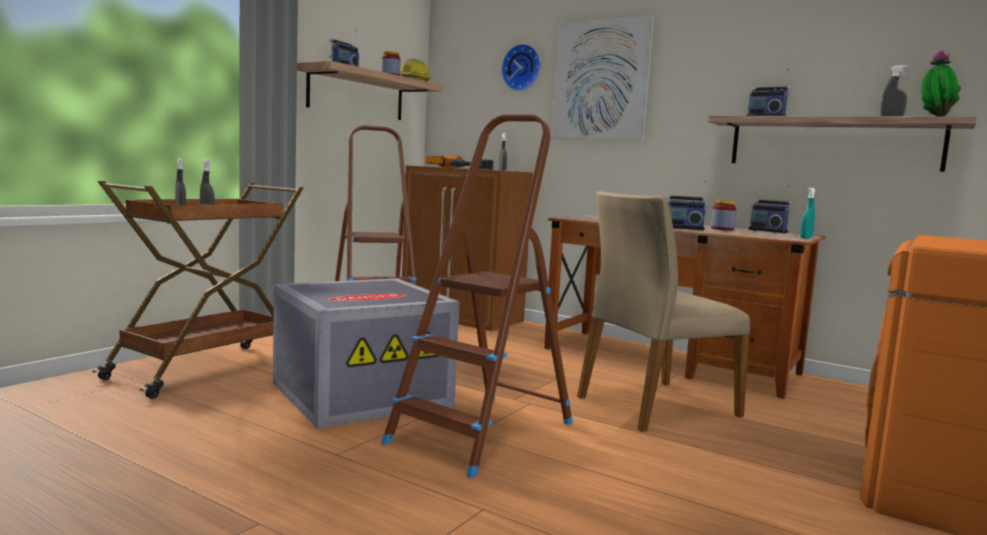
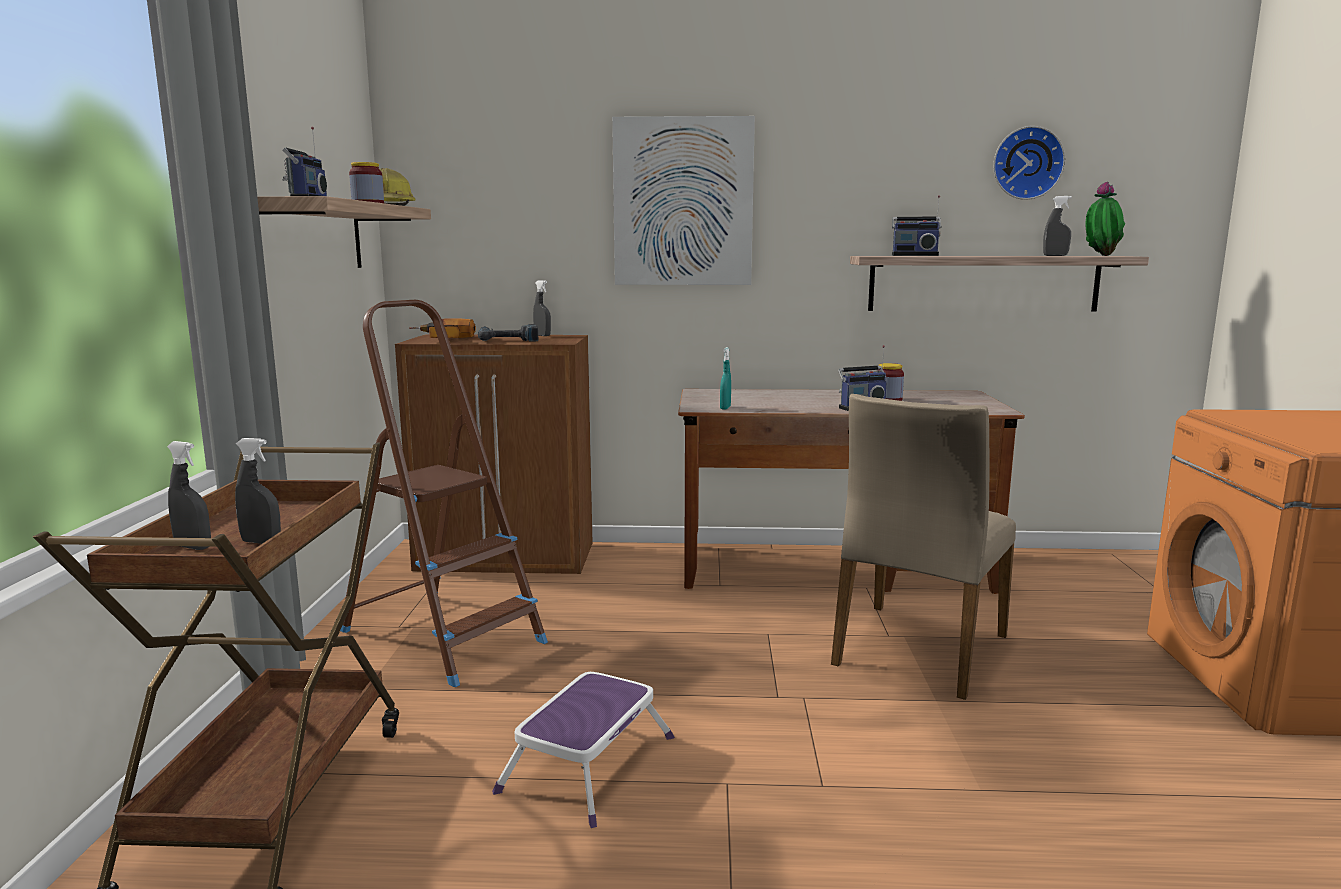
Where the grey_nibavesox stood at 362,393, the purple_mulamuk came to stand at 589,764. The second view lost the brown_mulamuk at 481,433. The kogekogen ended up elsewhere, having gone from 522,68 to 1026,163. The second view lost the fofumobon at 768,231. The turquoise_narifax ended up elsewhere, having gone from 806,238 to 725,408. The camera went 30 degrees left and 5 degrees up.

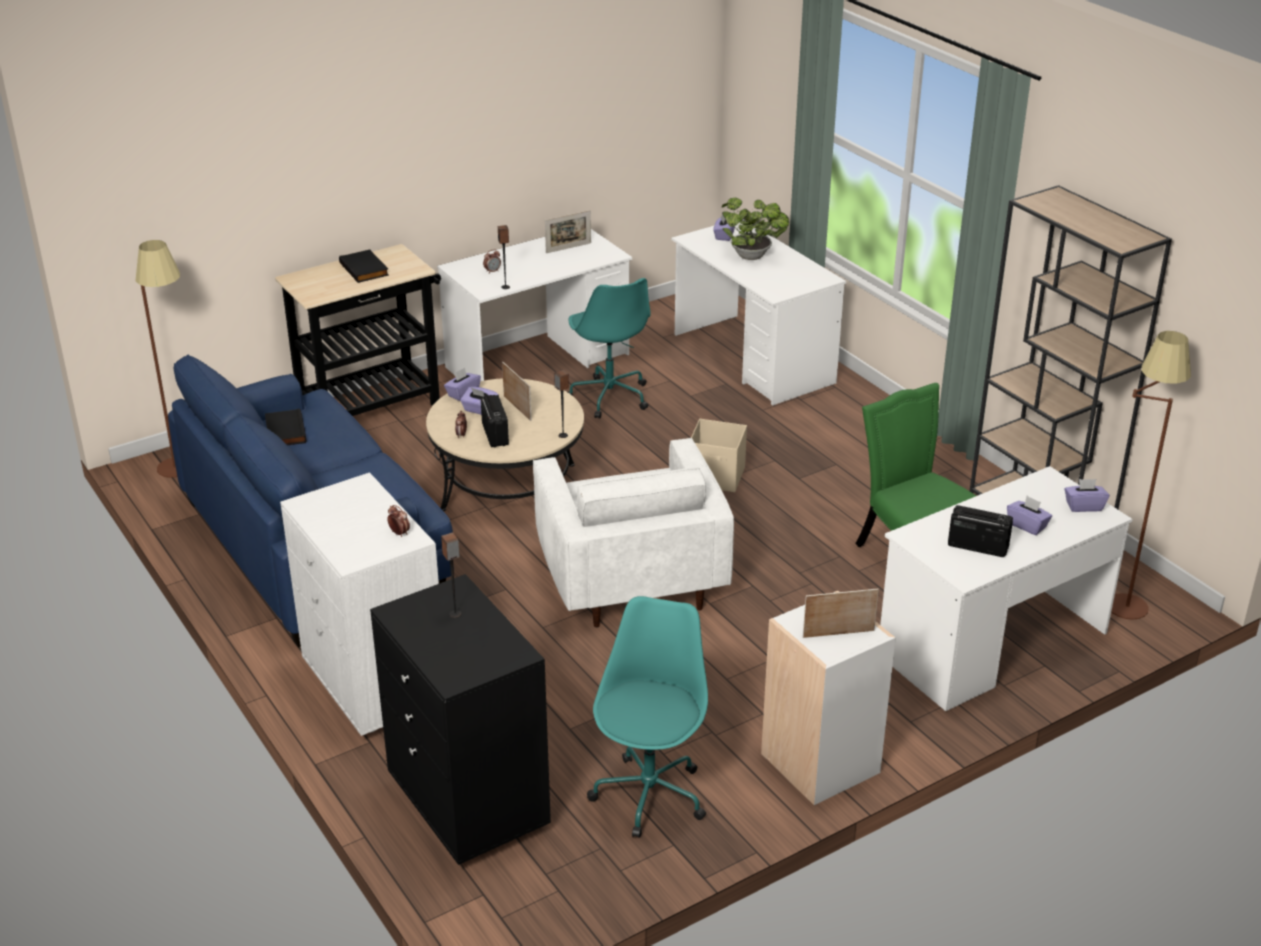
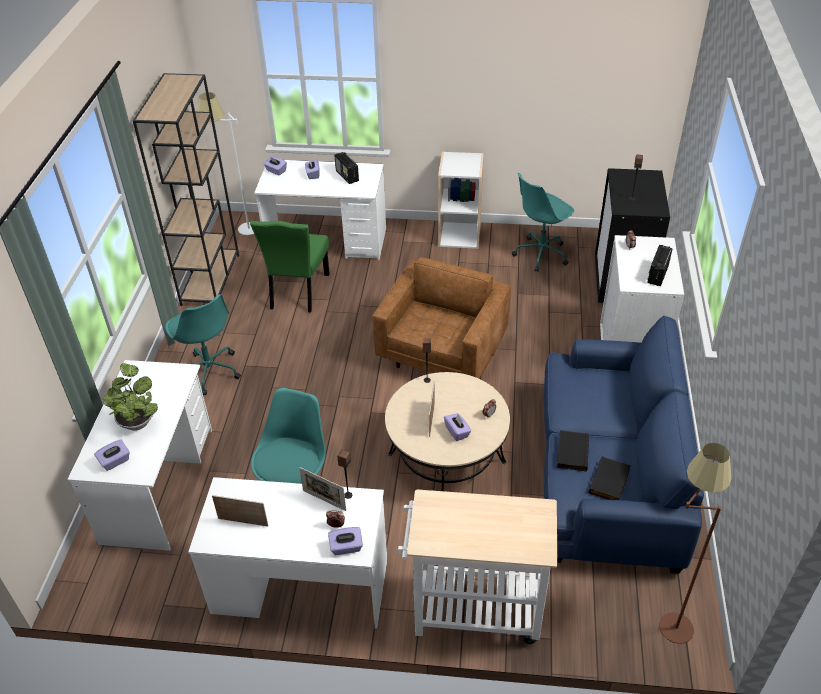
What was the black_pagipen at 372,407 turned into the white_pagipen at 475,610. The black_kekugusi ended up elsewhere, having gone from 365,269 to 571,452. The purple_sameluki ended up elsewhere, having gone from 462,393 to 346,547. The fofumobon ended up elsewhere, having gone from 495,434 to 657,275. What was the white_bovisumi at 630,578 turned into the brown_bovisumi at 443,353. The second view lost the beige_nibavesox at 717,477. The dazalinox ended up elsewhere, having gone from 838,634 to 324,500. What was the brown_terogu at 1122,595 turned into the white_terogu at 241,233. The second view gained the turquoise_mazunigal at 210,373. The camera went 140 degrees left and 10 degrees up.

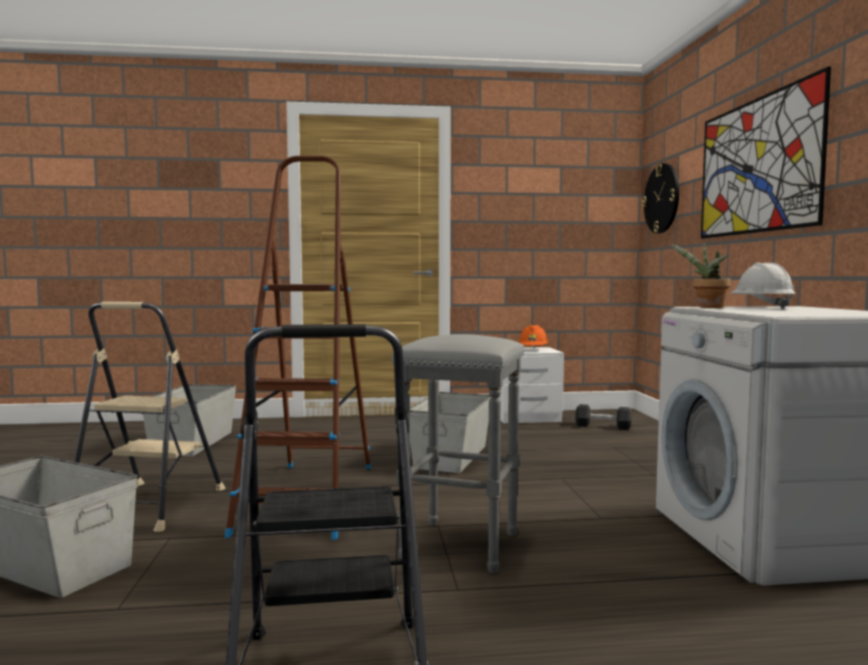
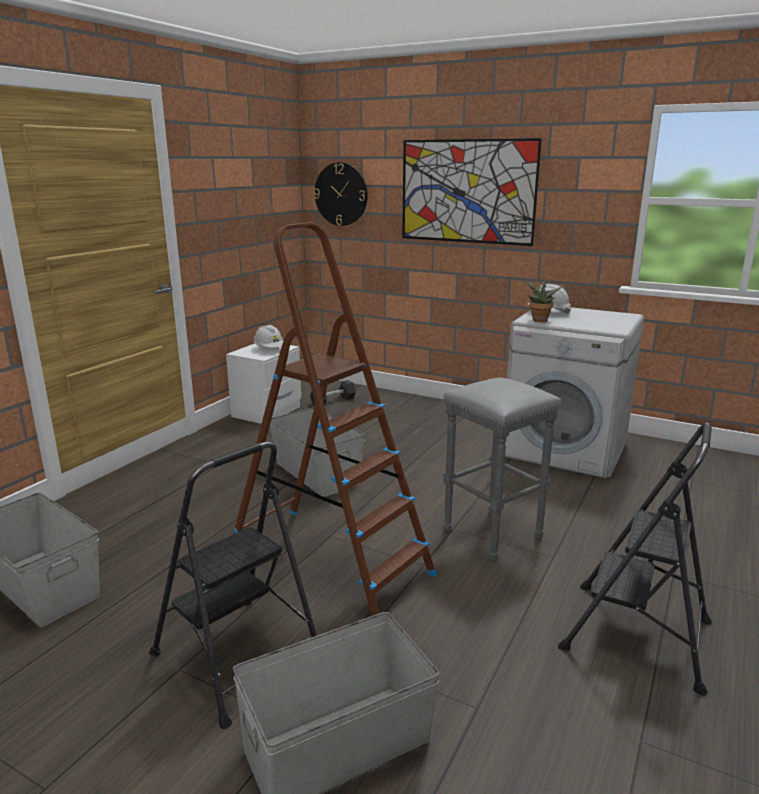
What was the beige_mulamuk at 145,506 turned into the black_mulamuk at 239,658. What was the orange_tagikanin at 533,350 turned into the white_tagikanin at 269,349. The camera went 55 degrees left and 15 degrees up.

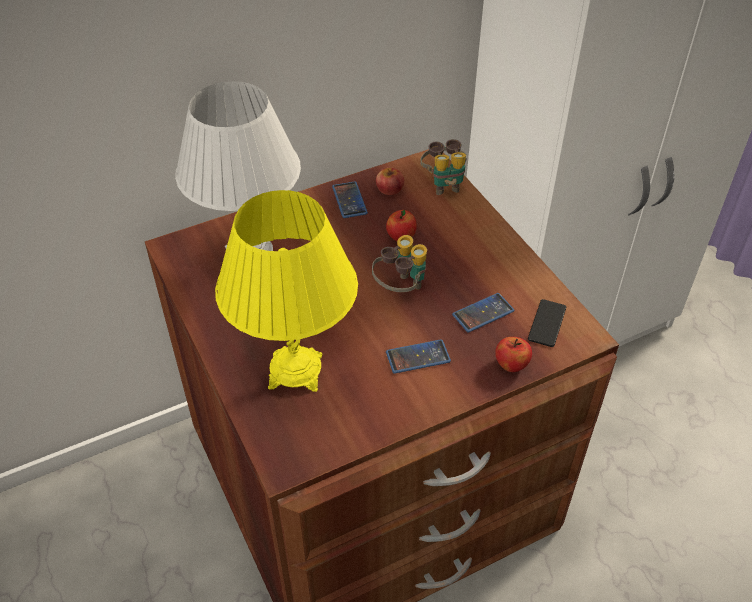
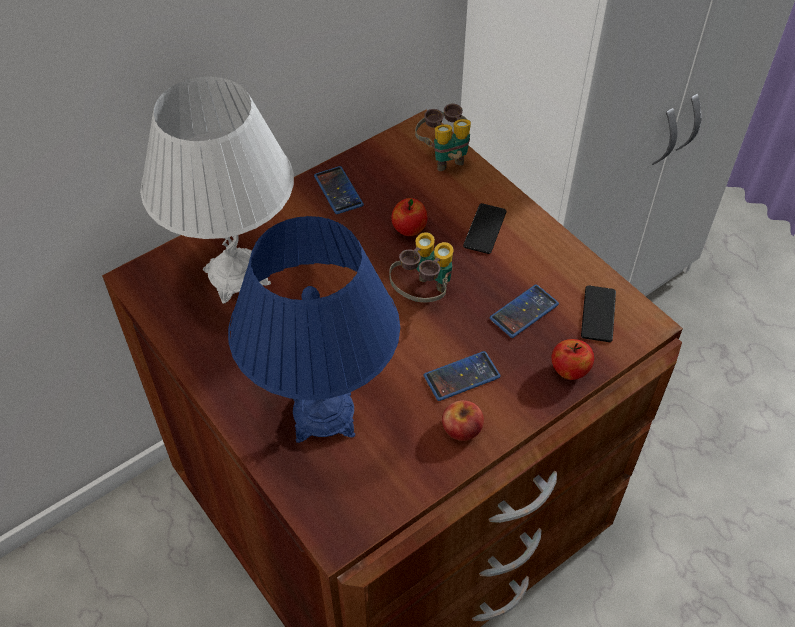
What was the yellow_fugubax at 296,371 turned into the blue_fugubax at 324,415. The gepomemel ended up elsewhere, having gone from 389,189 to 462,428. The second view gained the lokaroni at 485,229. The camera went 10 degrees left and 5 degrees up.

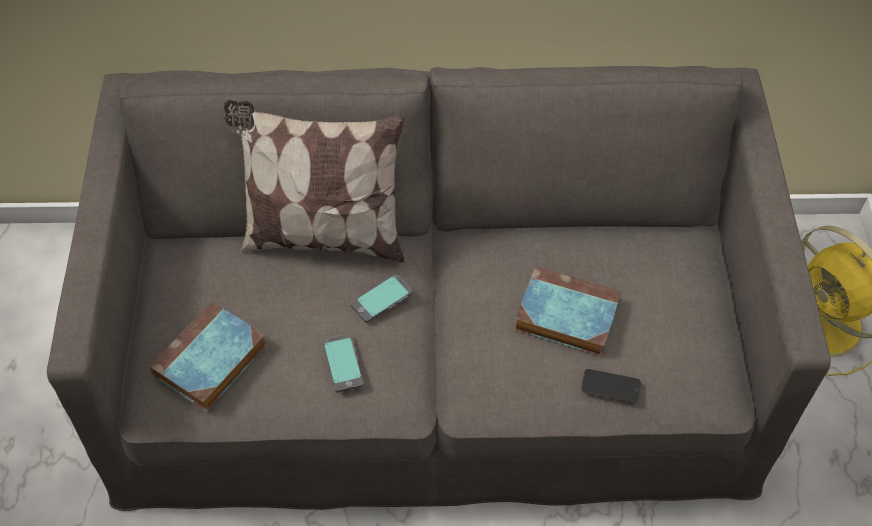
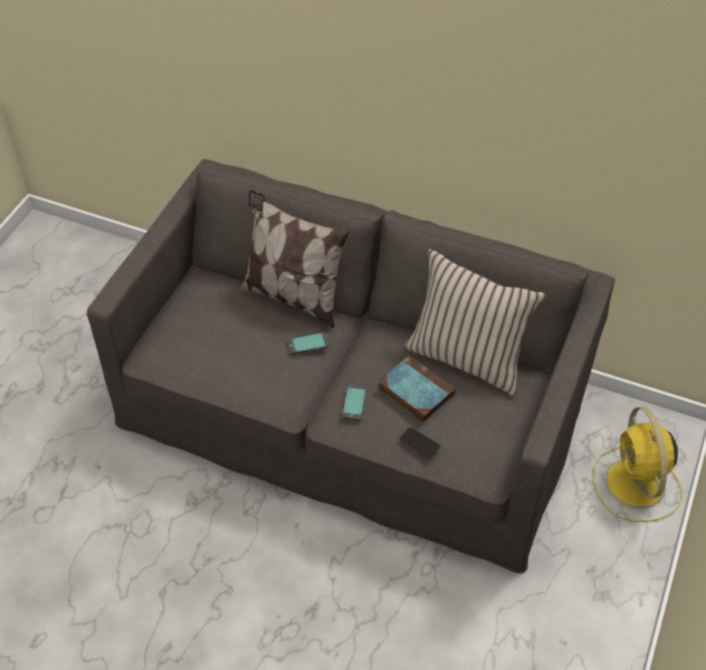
The second view lost the kekugusi at 209,362. The lokaroni ended up elsewhere, having gone from 343,363 to 354,403. The second view gained the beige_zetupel at 467,358. The camera went 25 degrees right and 5 degrees down.

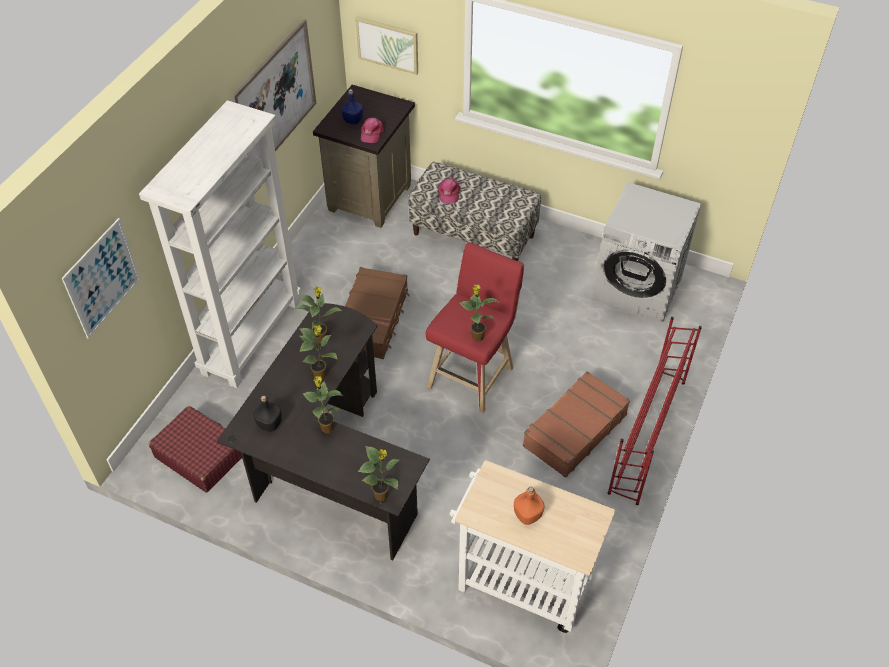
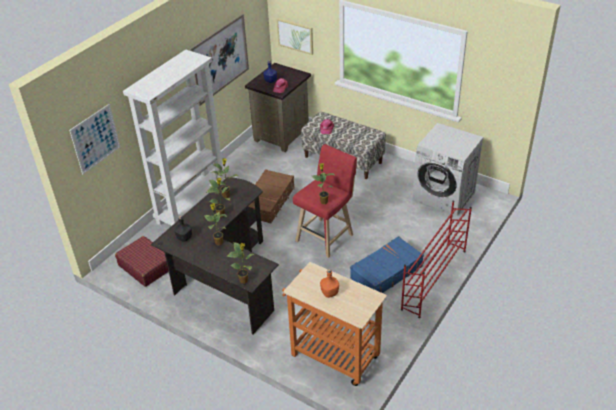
What was the white_pagipen at 522,584 turned into the orange_pagipen at 333,356. What was the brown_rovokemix at 574,430 turned into the blue_rovokemix at 386,272. The camera went 10 degrees right and 10 degrees down.

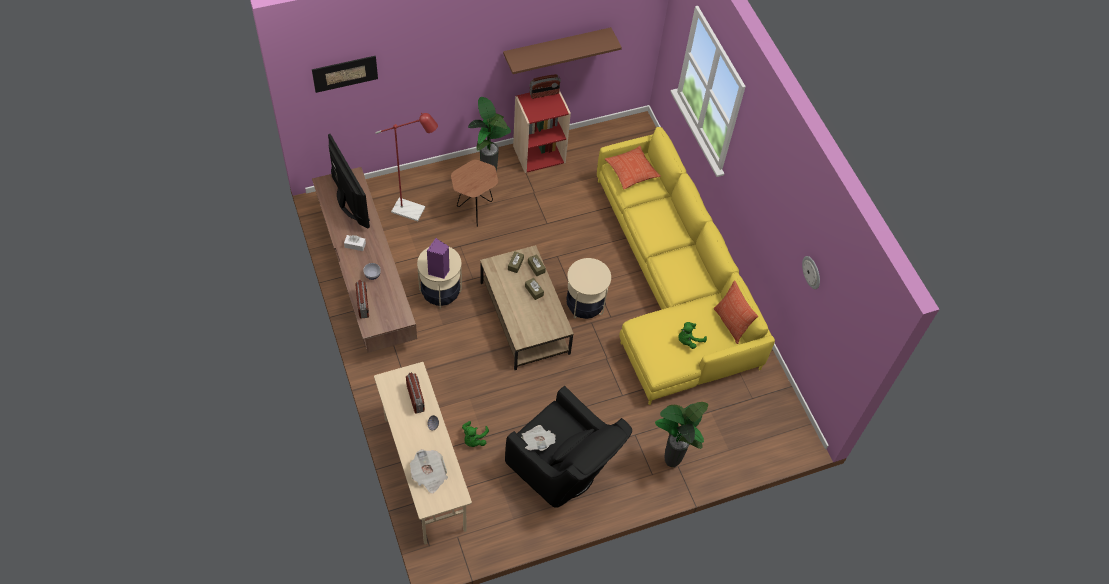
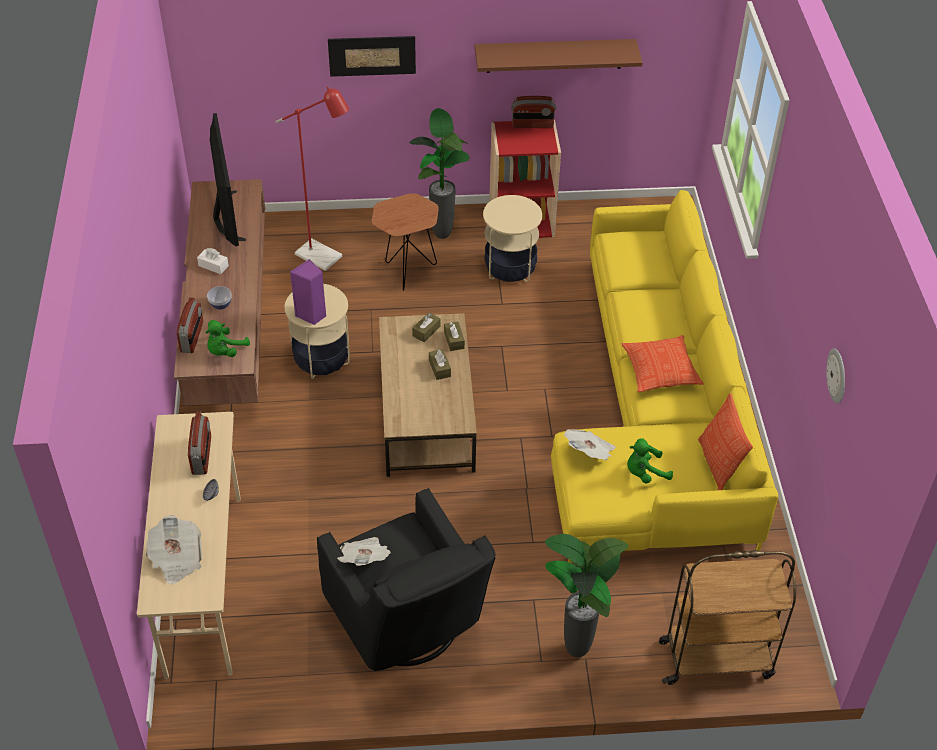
The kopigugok ended up elsewhere, having gone from 345,73 to 372,55. The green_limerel ended up elsewhere, having gone from 474,439 to 225,351. The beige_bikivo ended up elsewhere, having gone from 584,305 to 510,269. The orange_zetupel ended up elsewhere, having gone from 631,172 to 660,371. The second view gained the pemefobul at 589,453. The second view gained the brown_pagipen at 717,660. The camera went 20 degrees right and 10 degrees down.

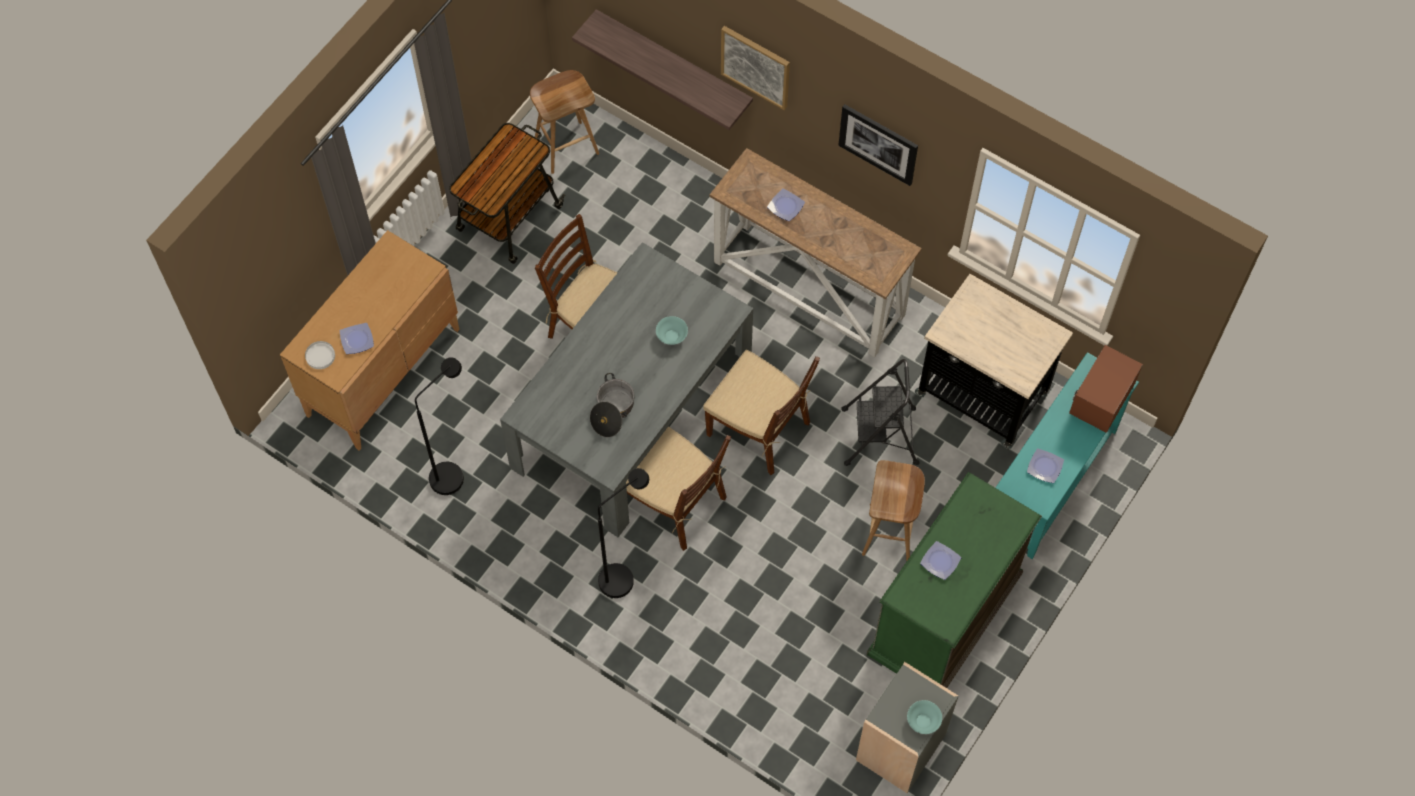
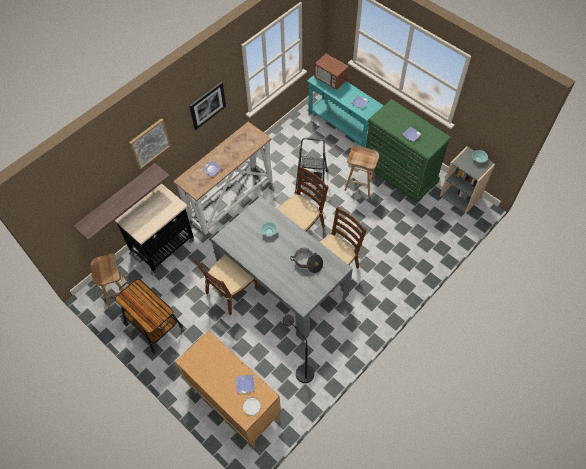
The second view lost the black_terogu at 623,574. The black_pagipen ended up elsewhere, having gone from 982,395 to 162,247. The camera went 80 degrees left and 5 degrees down.

